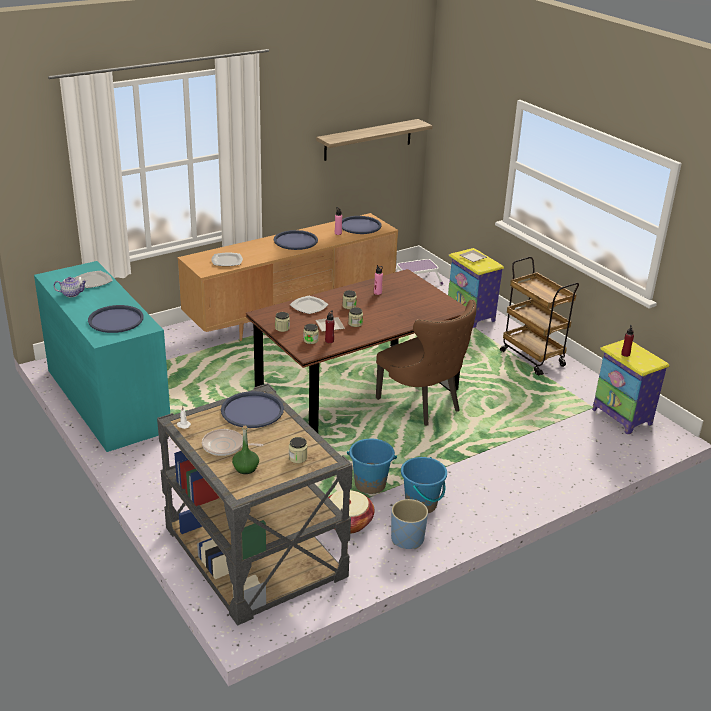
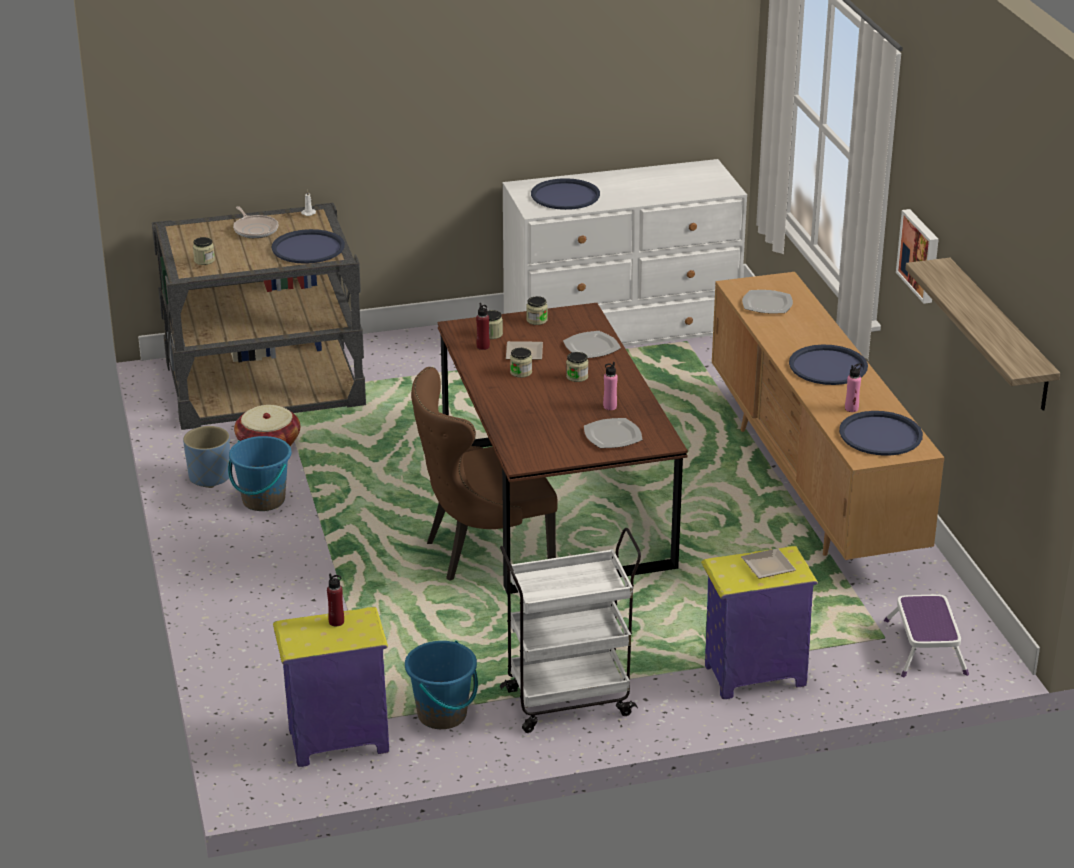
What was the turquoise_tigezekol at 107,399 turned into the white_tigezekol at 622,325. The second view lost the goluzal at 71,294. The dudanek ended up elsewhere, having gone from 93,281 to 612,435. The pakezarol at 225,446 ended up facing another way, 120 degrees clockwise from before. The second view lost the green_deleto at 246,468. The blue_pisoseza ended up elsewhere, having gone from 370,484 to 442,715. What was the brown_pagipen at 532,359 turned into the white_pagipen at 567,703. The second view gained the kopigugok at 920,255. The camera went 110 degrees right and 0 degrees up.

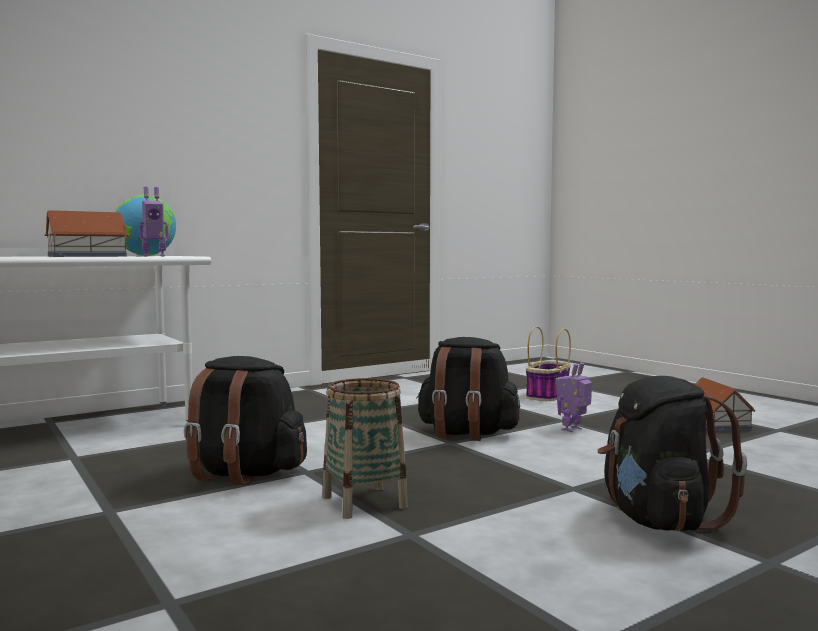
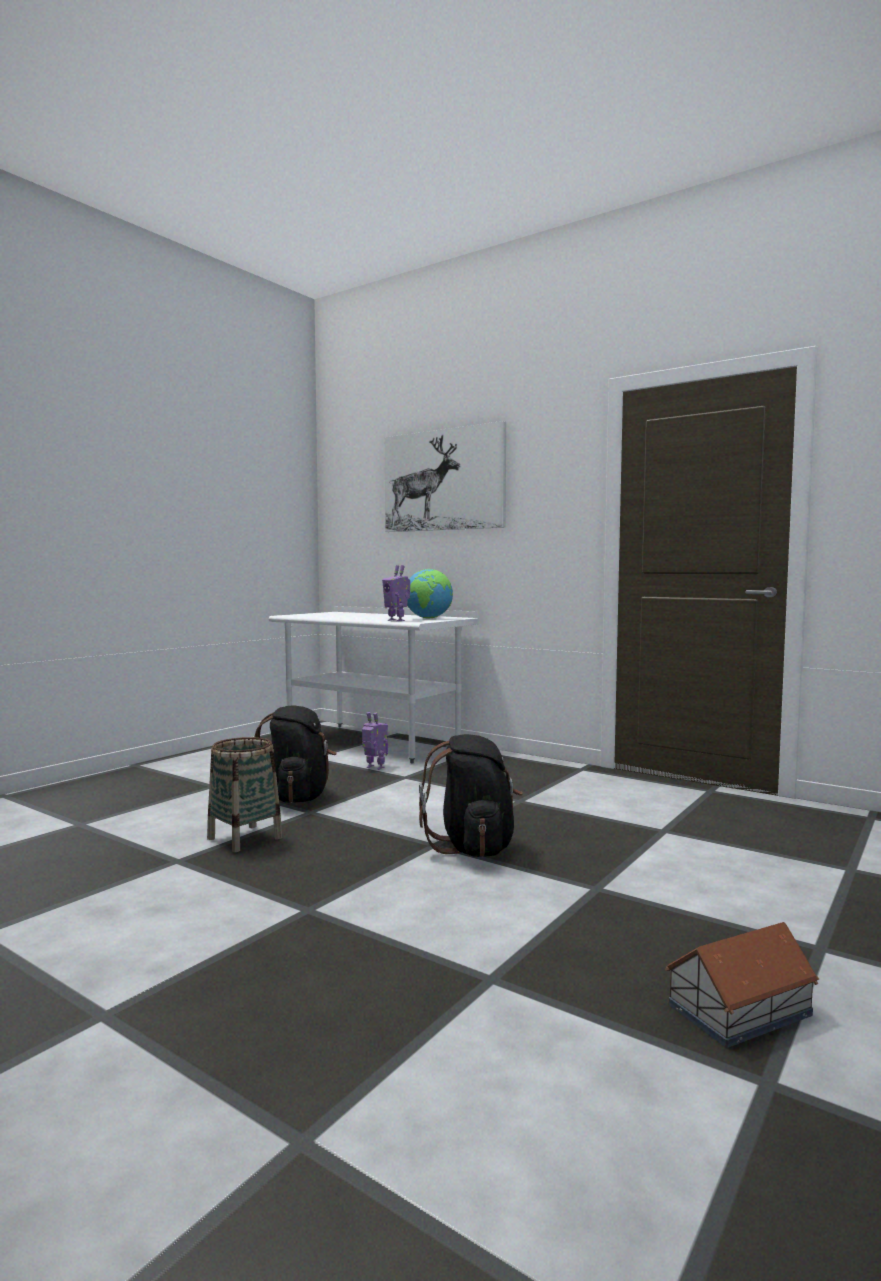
The second view lost the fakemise at 86,256. The second view lost the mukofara at 547,396. The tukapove ended up elsewhere, having gone from 572,429 to 375,768. The second view lost the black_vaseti at 658,520. The second view gained the kopigugok at 443,480. The camera went 70 degrees right and 0 degrees up.

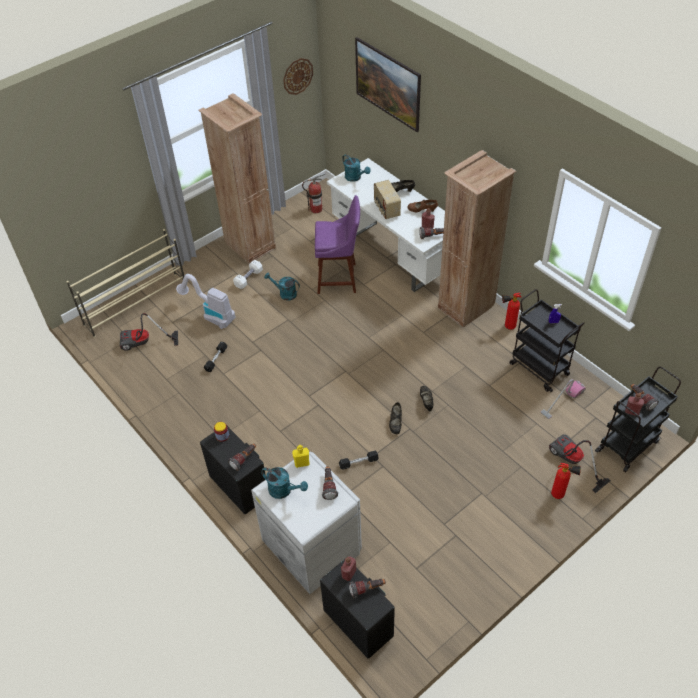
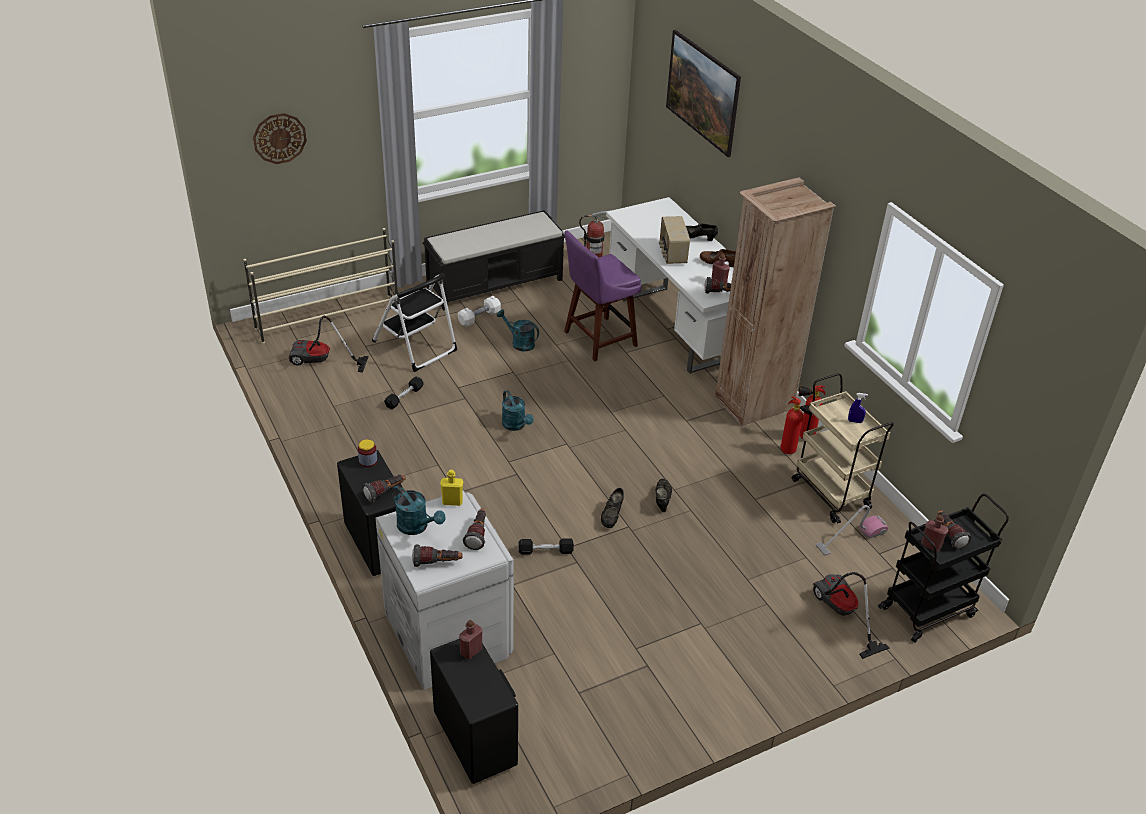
Where the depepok stood at 210,314, the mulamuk came to stand at 416,347. Where the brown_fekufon stood at 251,245, the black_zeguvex came to stand at 496,283. The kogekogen ended up elsewhere, having gone from 297,76 to 279,138. The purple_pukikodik at 339,278 ended up facing another way, 135 degrees clockwise from before. The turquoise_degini ended up elsewhere, having gone from 355,178 to 516,425. The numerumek ended up elsewhere, having gone from 367,589 to 437,563. What was the black_pagipen at 539,369 turned into the beige_pagipen at 831,494. The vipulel ended up elsewhere, having gone from 560,495 to 791,452. The camera went 10 degrees right and 10 degrees down.

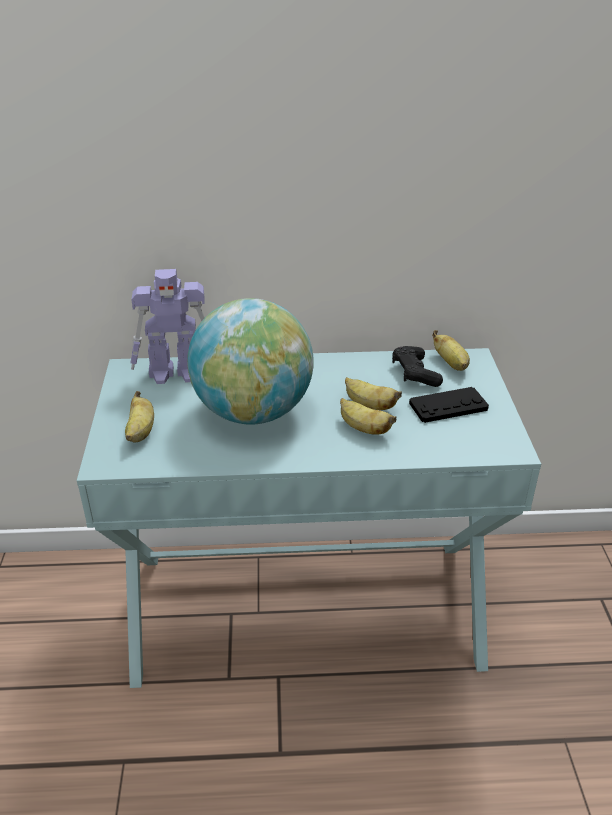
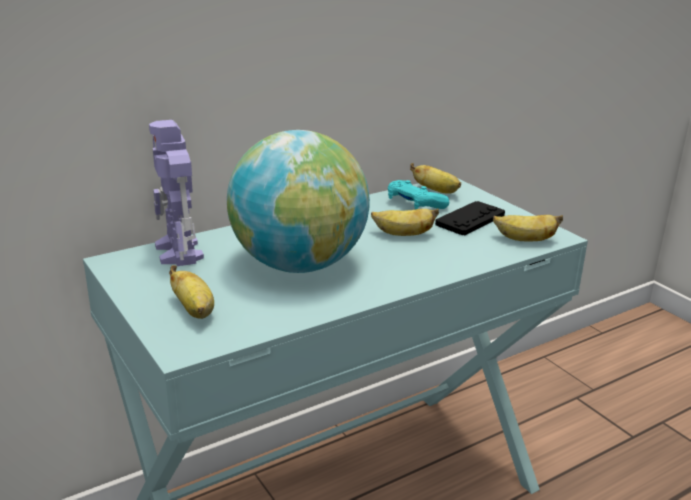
The tukapove at 177,373 ended up facing another way, 105 degrees clockwise from before. The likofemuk ended up elsewhere, having gone from 363,428 to 524,240. What was the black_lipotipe at 415,373 turned into the turquoise_lipotipe at 414,204. The camera went 30 degrees left and 10 degrees down.

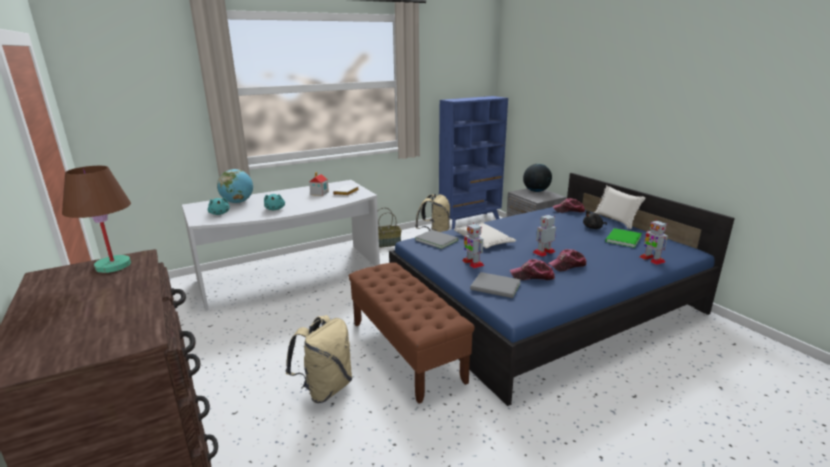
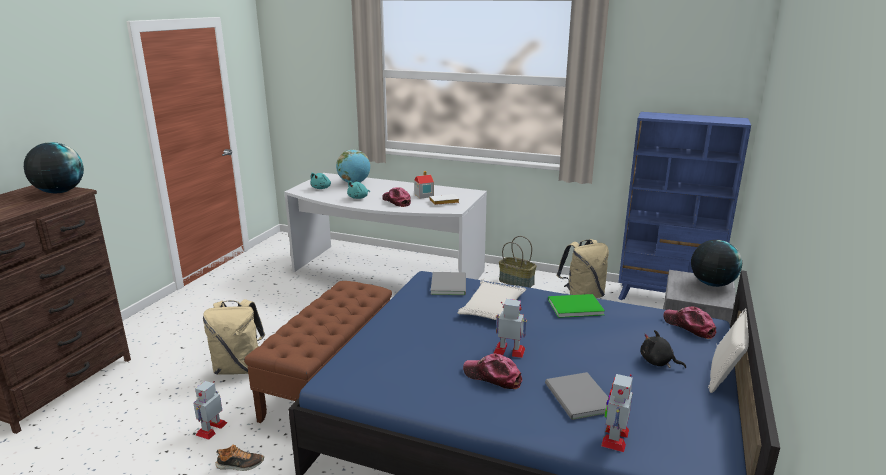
Where the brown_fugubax stood at 112,266, the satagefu came to stand at 59,192. The tukapove ended up elsewhere, having gone from 472,263 to 211,428. The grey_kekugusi ended up elsewhere, having gone from 496,287 to 578,399. The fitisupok ended up elsewhere, having gone from 532,276 to 396,201. The green_kekugusi ended up elsewhere, having gone from 622,239 to 573,306. The second view gained the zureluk at 240,465. The camera went 50 degrees right and 0 degrees up.

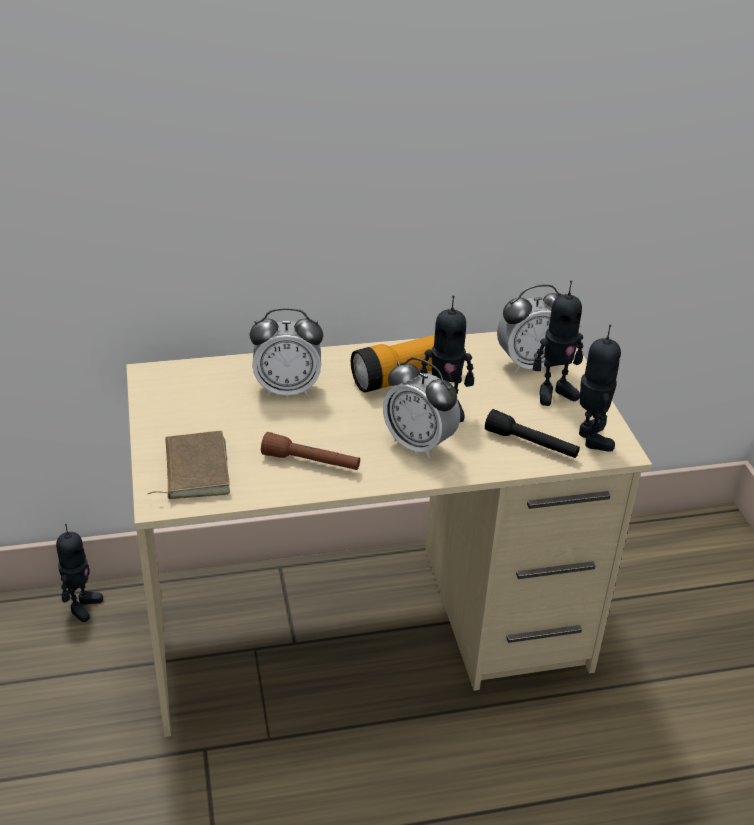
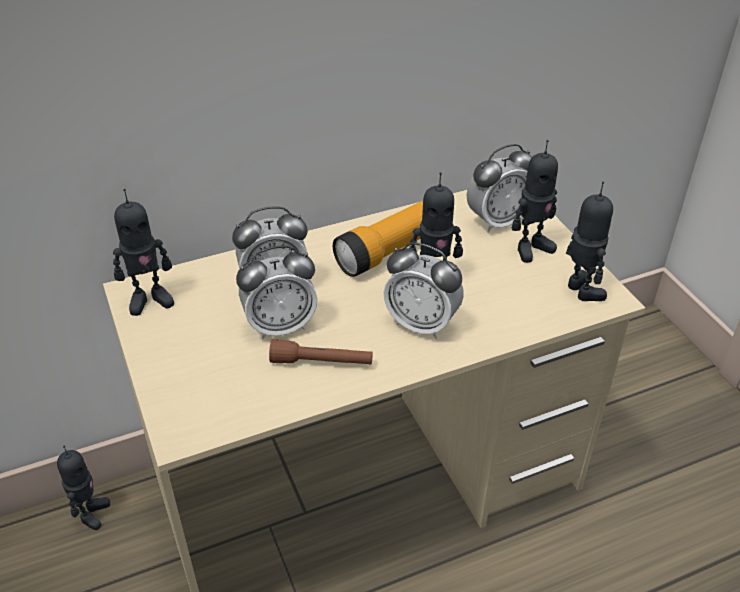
The second view lost the brown_kekugusi at 193,469. The second view lost the black_numerumek at 531,444. The second view gained the tukapove at 150,300. The second view gained the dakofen at 280,326. The camera went 10 degrees left and 5 degrees up.

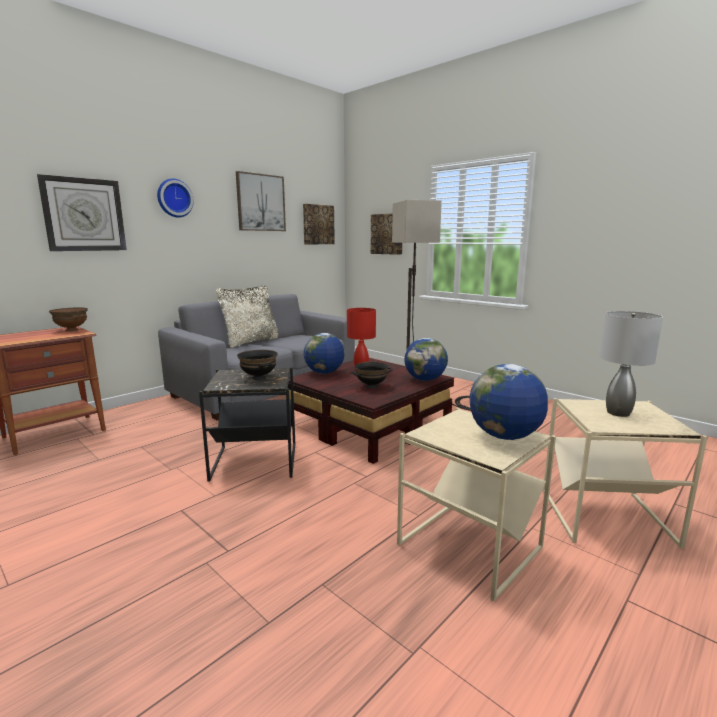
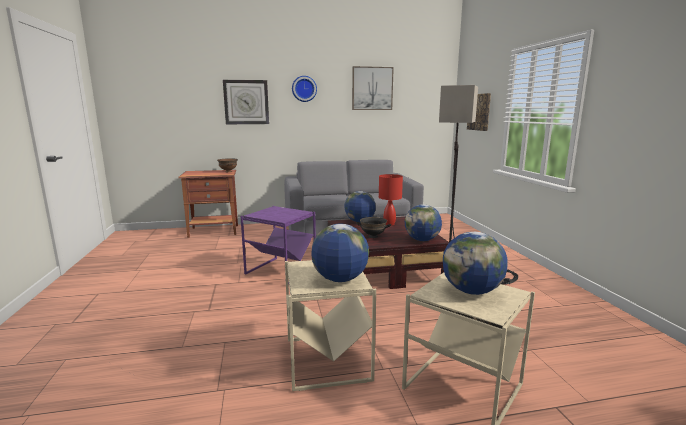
What was the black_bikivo at 254,462 turned into the purple_bikivo at 280,271. The second view lost the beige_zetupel at 251,342. The second view lost the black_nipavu at 258,378. The second view lost the kopigugok at 318,224. Where the grey_fugubax stood at 619,413, the satagefu came to stand at 471,291. The camera went 35 degrees right and 0 degrees up.

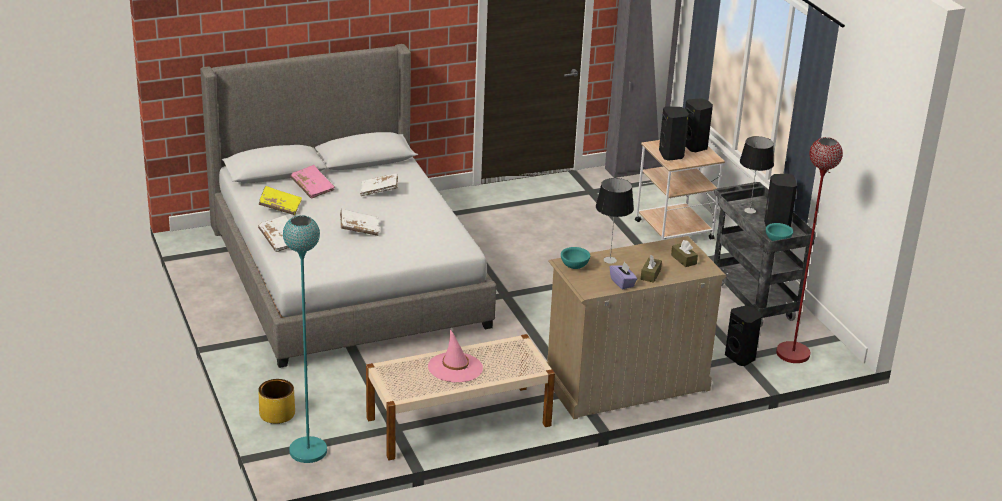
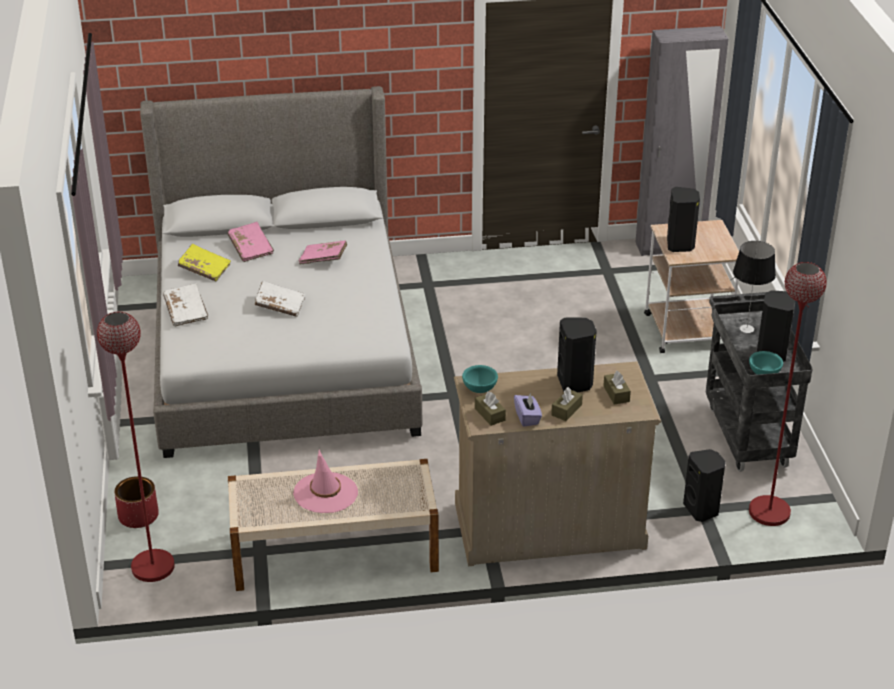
What was the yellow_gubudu at 277,414 turned into the red_gubudu at 138,516. What was the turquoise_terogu at 307,451 turned into the red_terogu at 152,567. What was the white_kekugusi at 379,191 turned into the pink_kekugusi at 323,259. The second view lost the fugubax at 609,260. The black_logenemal ended up elsewhere, having gone from 695,146 to 575,383. The second view gained the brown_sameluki at 490,414. The camera went 15 degrees right and 5 degrees up.

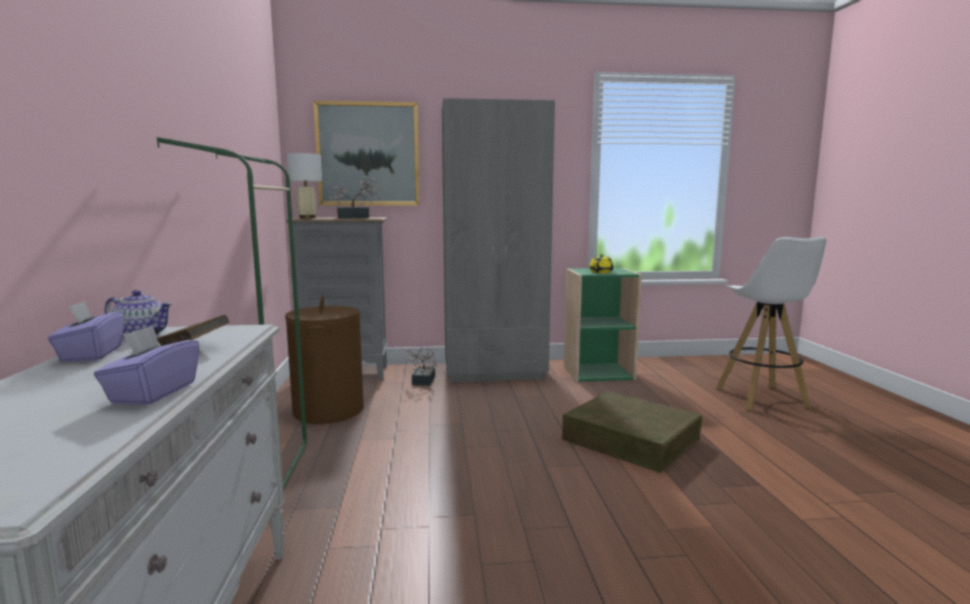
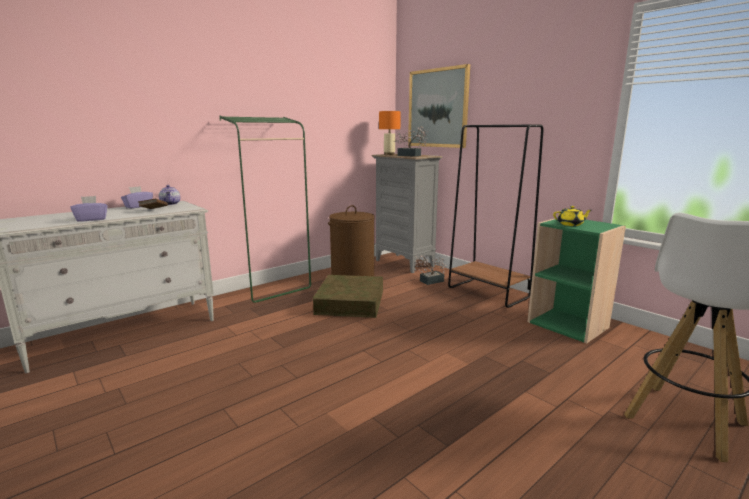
What was the white_fugubax at 307,218 turned into the orange_fugubax at 389,154. Where the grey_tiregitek stood at 495,372, the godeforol came to stand at 488,293. The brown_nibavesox ended up elsewhere, having gone from 630,439 to 350,302. The camera went 55 degrees right and 5 degrees up.

